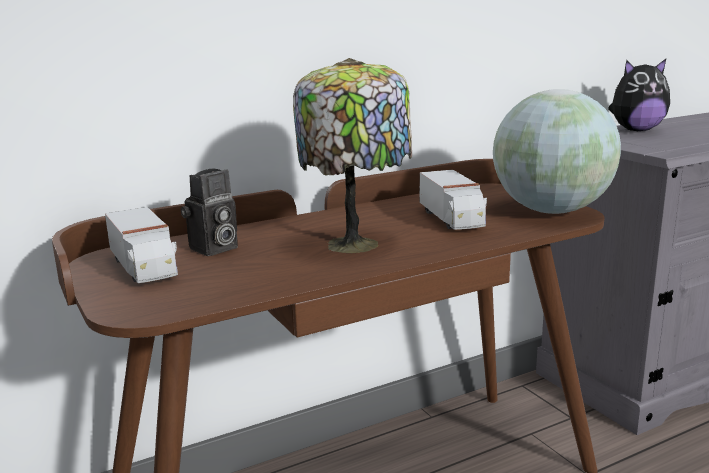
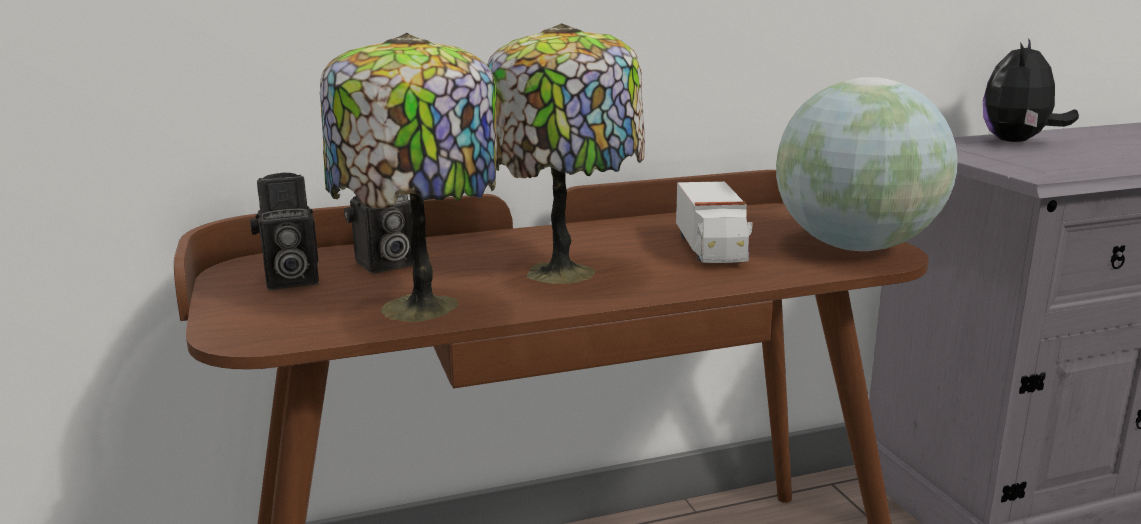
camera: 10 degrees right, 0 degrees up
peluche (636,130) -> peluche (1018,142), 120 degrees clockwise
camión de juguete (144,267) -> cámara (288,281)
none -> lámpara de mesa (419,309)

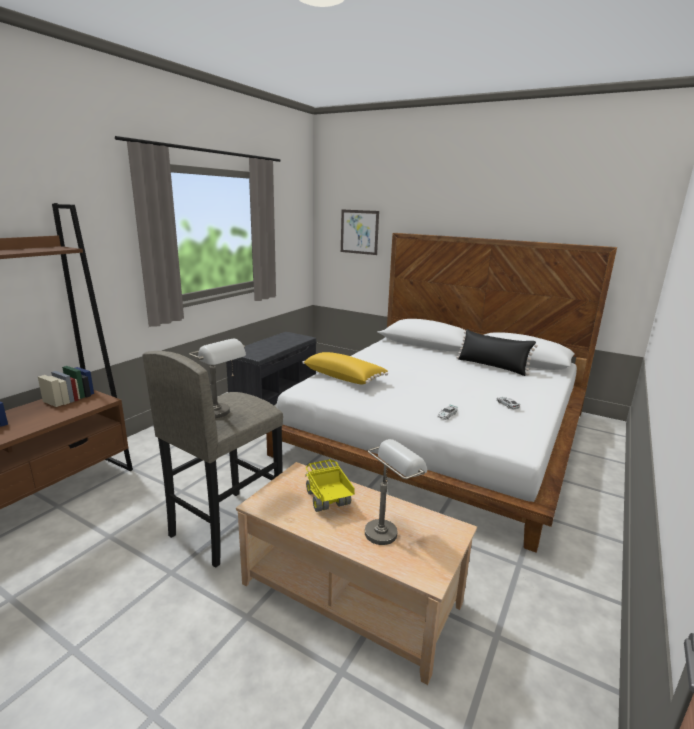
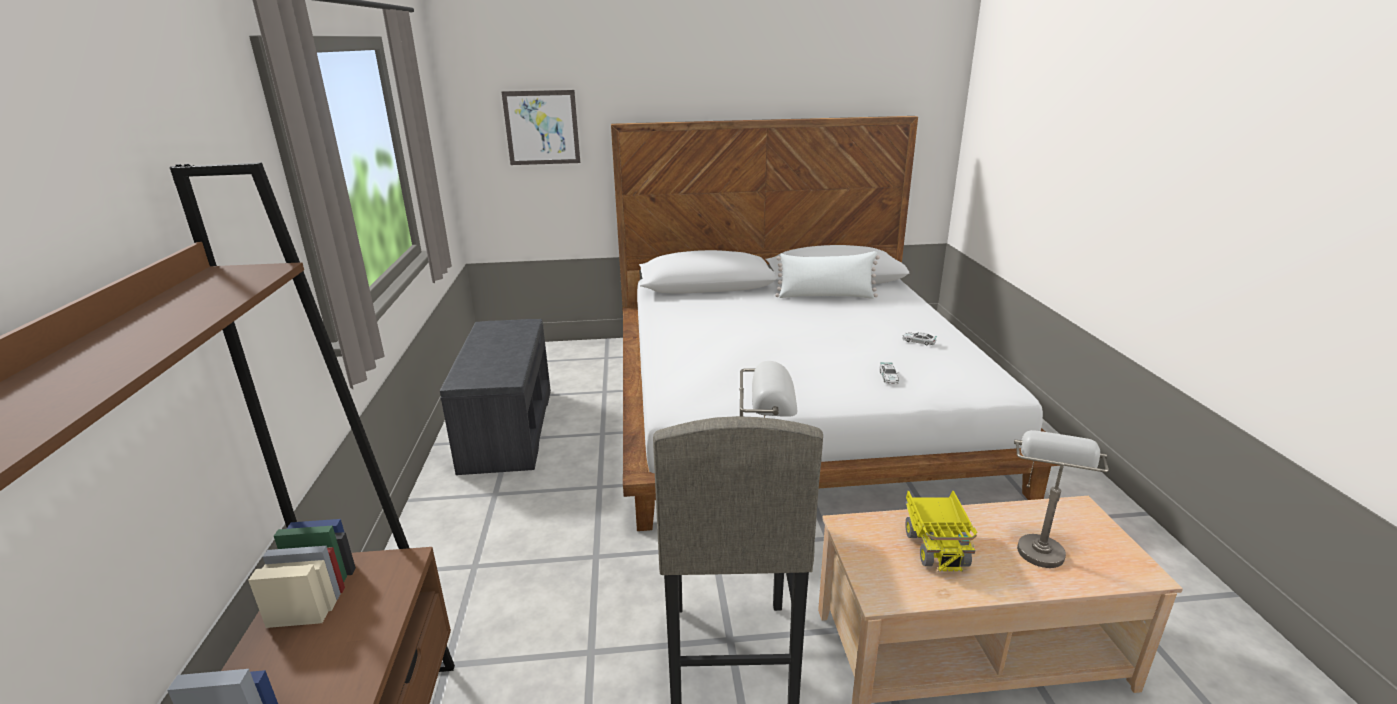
camera: 35 degrees left, 5 degrees up
cojín [negro] (492,366) -> cojín [blanco] (826,296)
cojín [amarillo] (344,377) -> none
camión de juguete (327,500) -> camión de juguete (936,545), 120 degrees counterclockwise

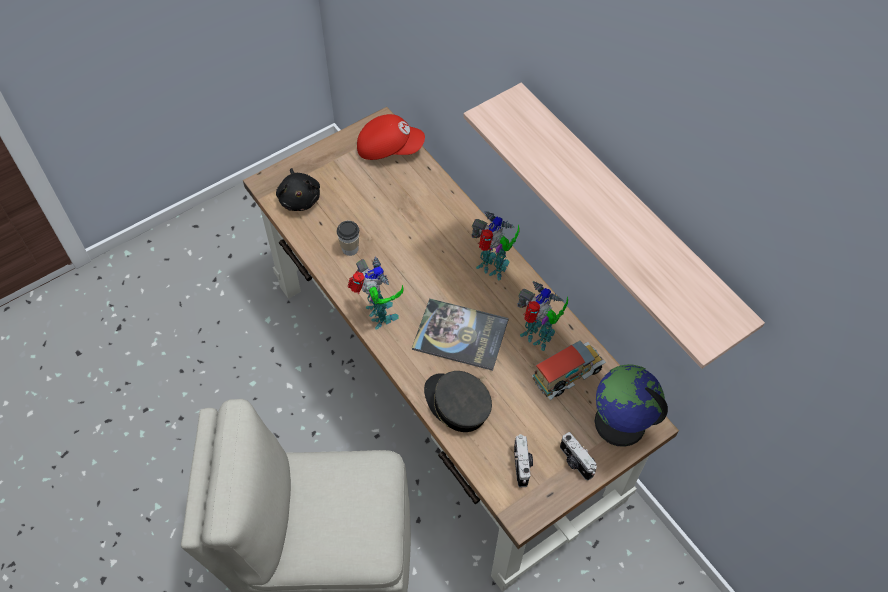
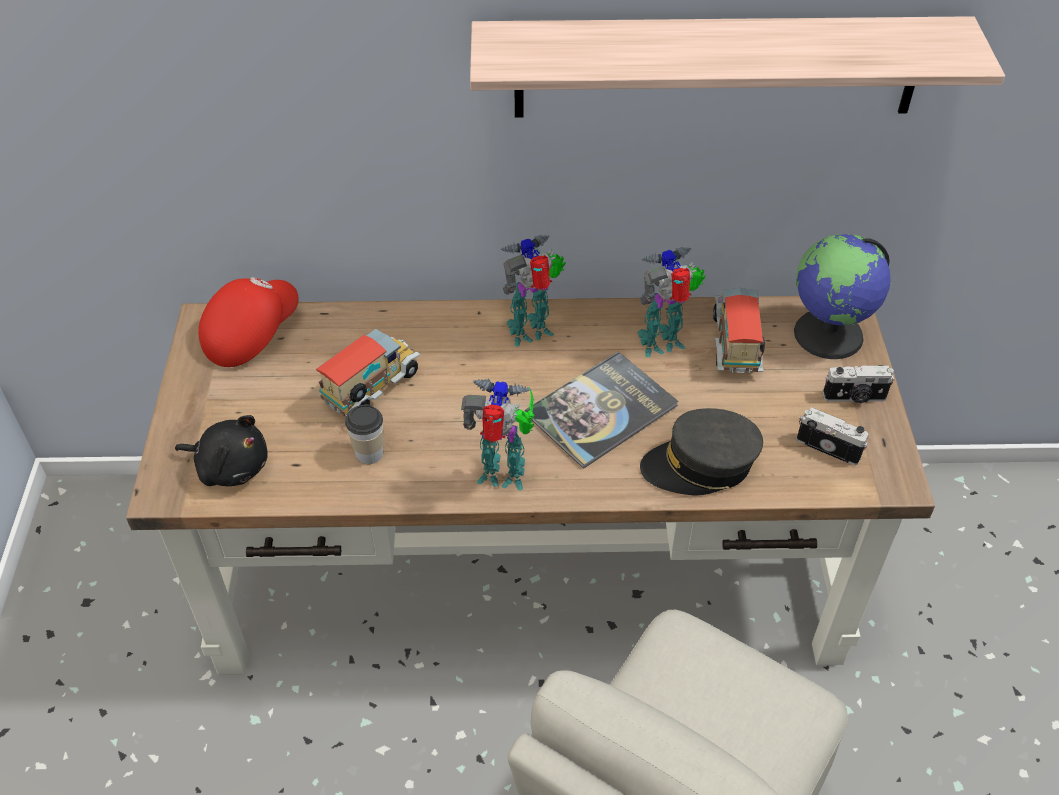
camera: 55 degrees left, 10 degrees down
none -> camión de juguete (372,389)

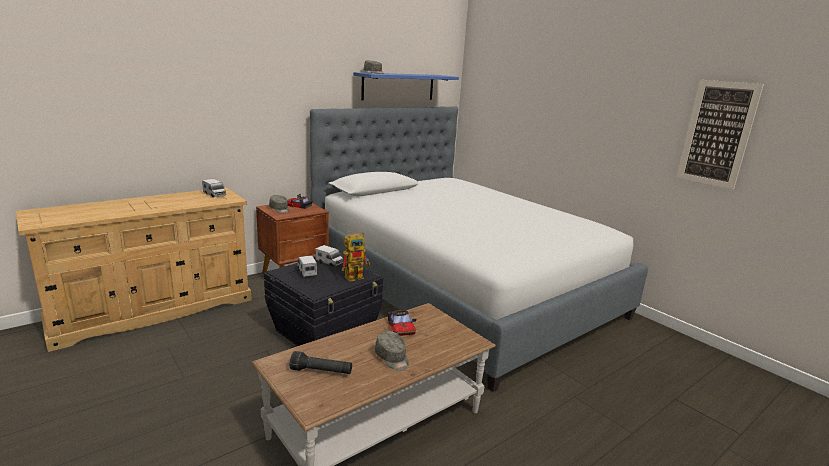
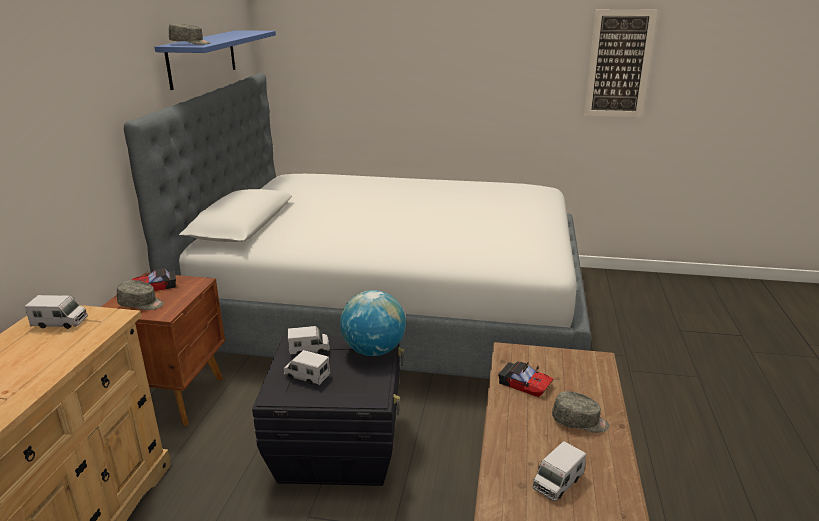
camera: 40 degrees left, 5 degrees up
robot de juguete (357,276) -> globo terráqueo (373,350)
linterna [negro] (321,371) -> camión de juguete (557,482)

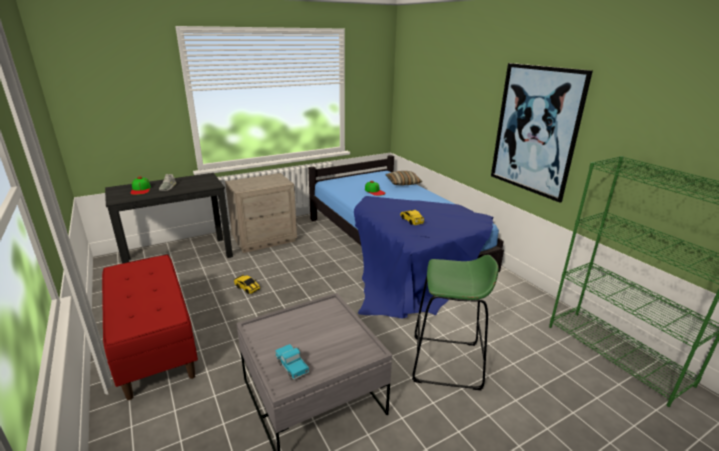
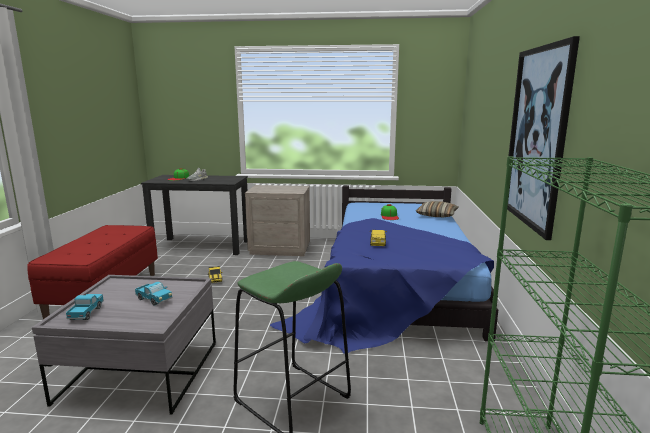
camera: 35 degrees right, 10 degrees down
none -> camión de juguete (154,300)

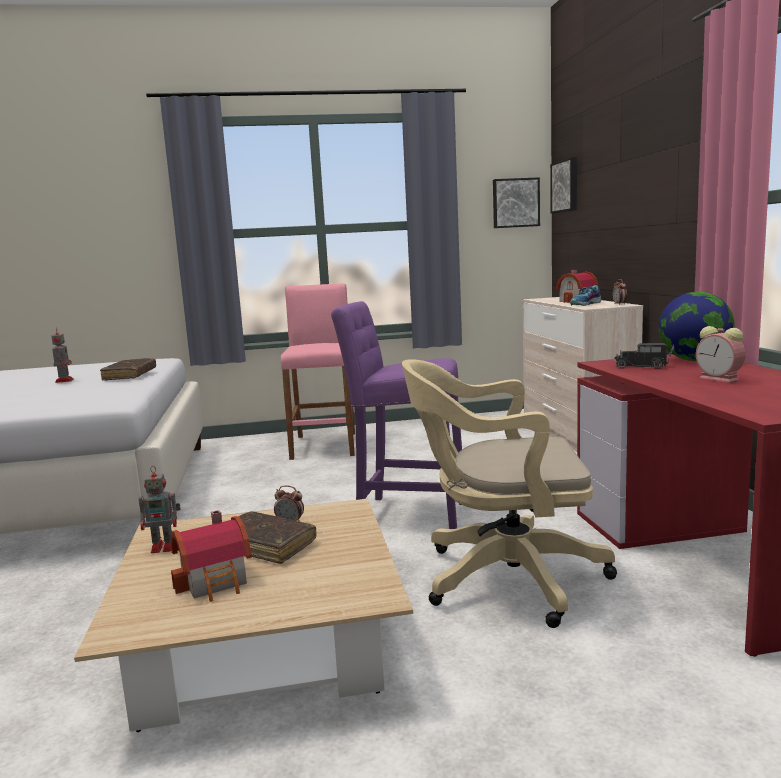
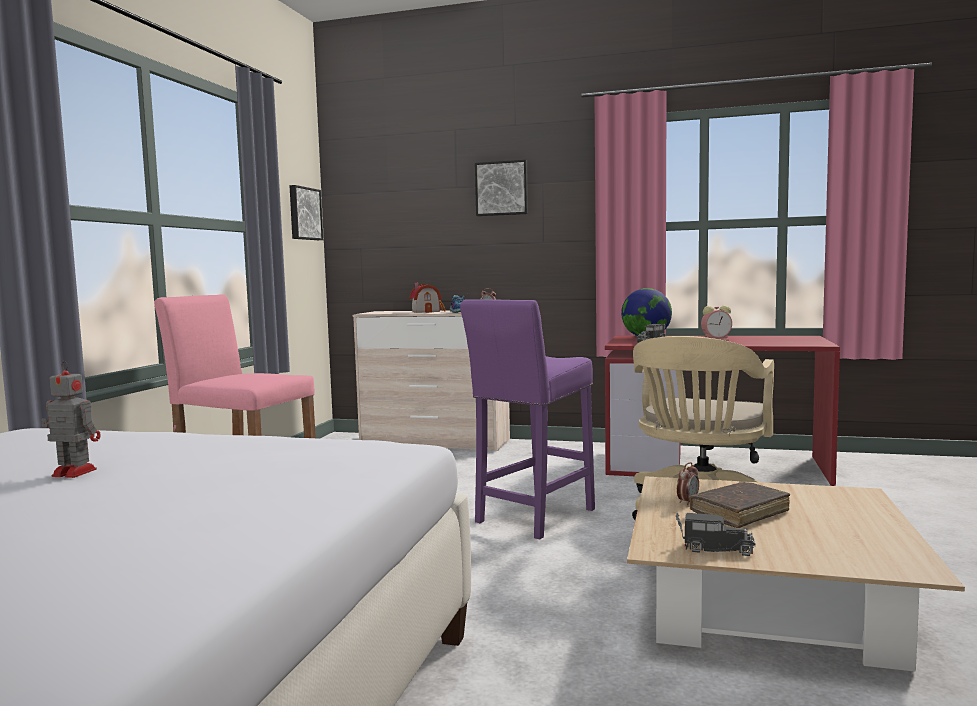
camera: 65 degrees left, 5 degrees down
cuadro (566,186) -> cuadro (502,188), moved
libro [marrón] (130,375) -> none
robot de juguete (165,547) -> camión de juguete (714,548)
casita (217,581) -> none

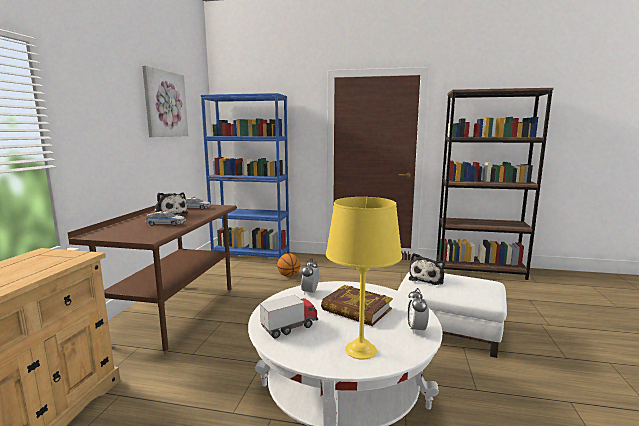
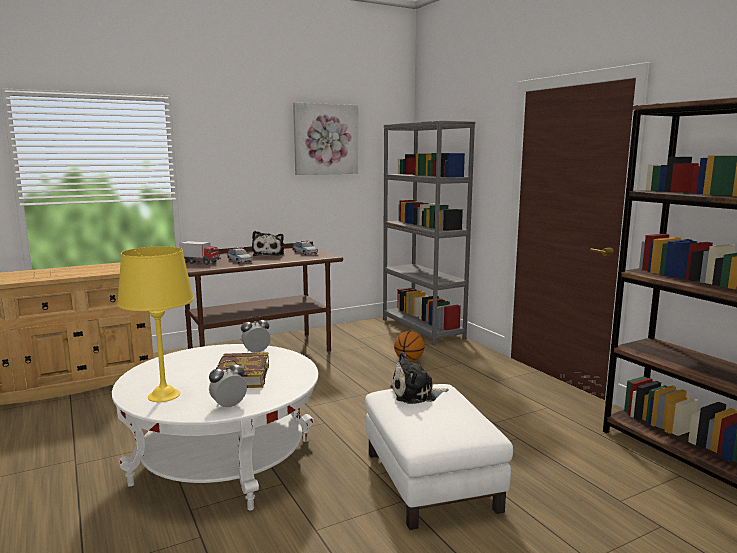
camera: 50 degrees right, 0 degrees up
estantería [azul] (251,255) -> estantería [gris] (422,328)
camión de juguete (289,327) -> camión de juguete (200,262), moved

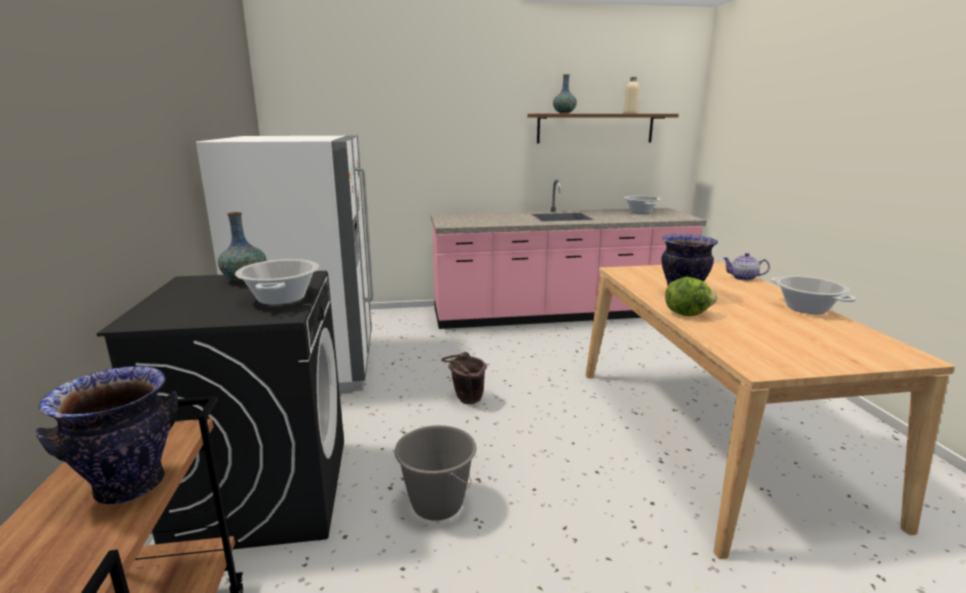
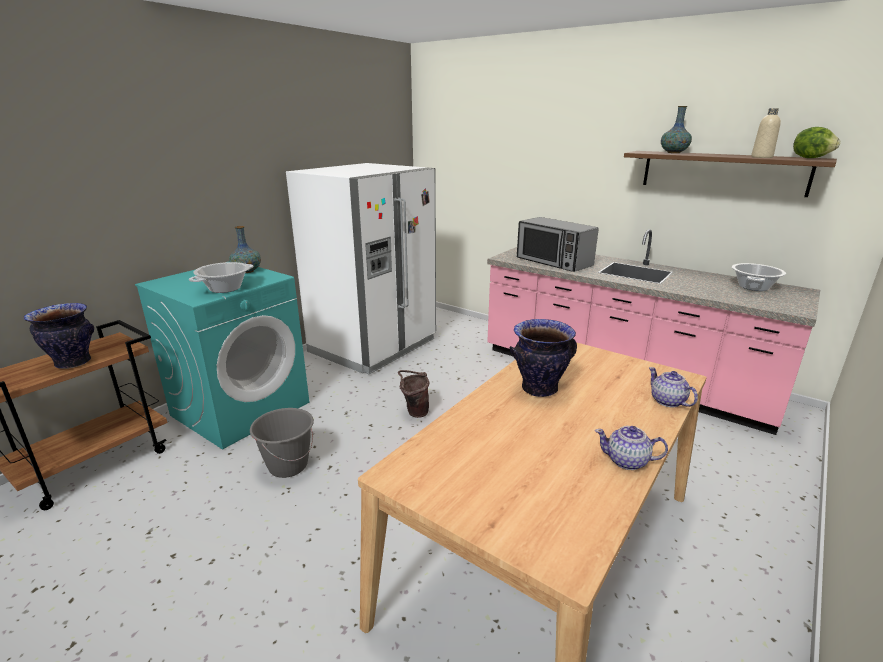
camera: 45 degrees right, 5 degrees up
lavadora [negro] (264,491) -> lavadora [turquesa] (241,408)
olla (806,308) -> tetera (627,461)
lechuga (686,313) -> lechuga (810,158), moved
none -> microondas (553,262)

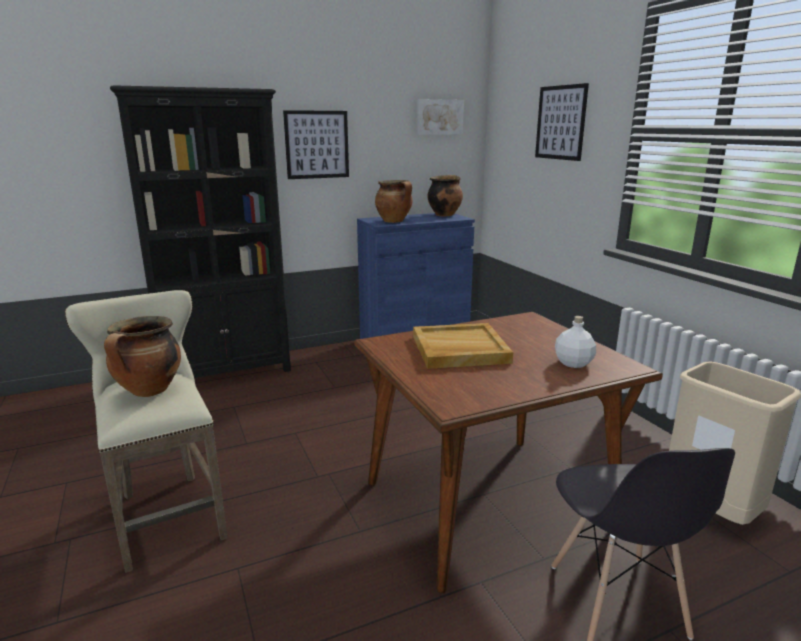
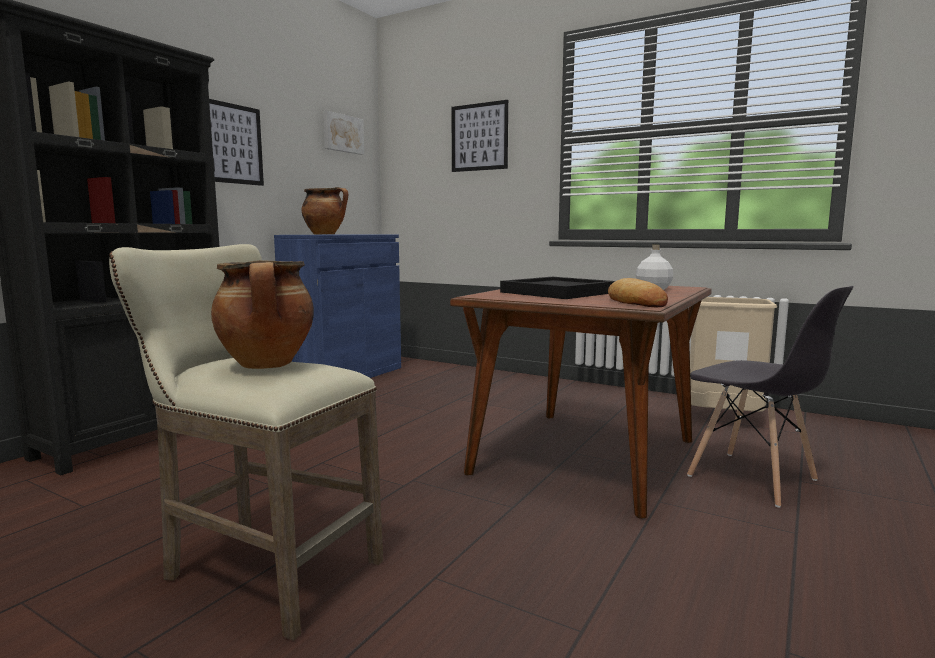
camera: 35 degrees left, 10 degrees down
olla (444,215) -> none
bandeja [beis] (459,349) -> bandeja [negro] (558,292)
none -> pan (635,302)

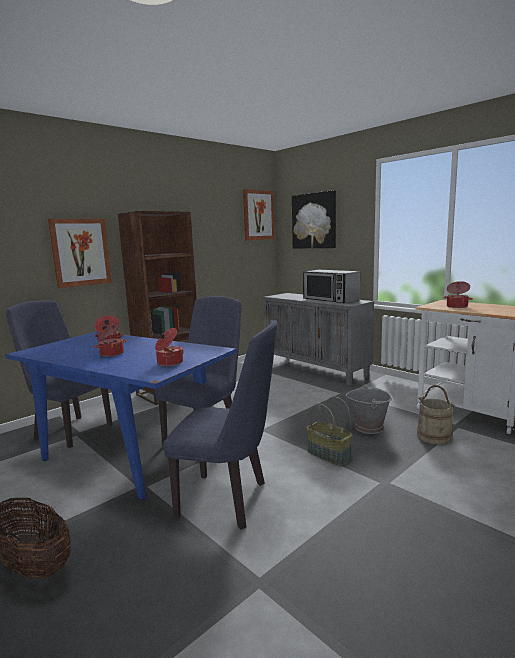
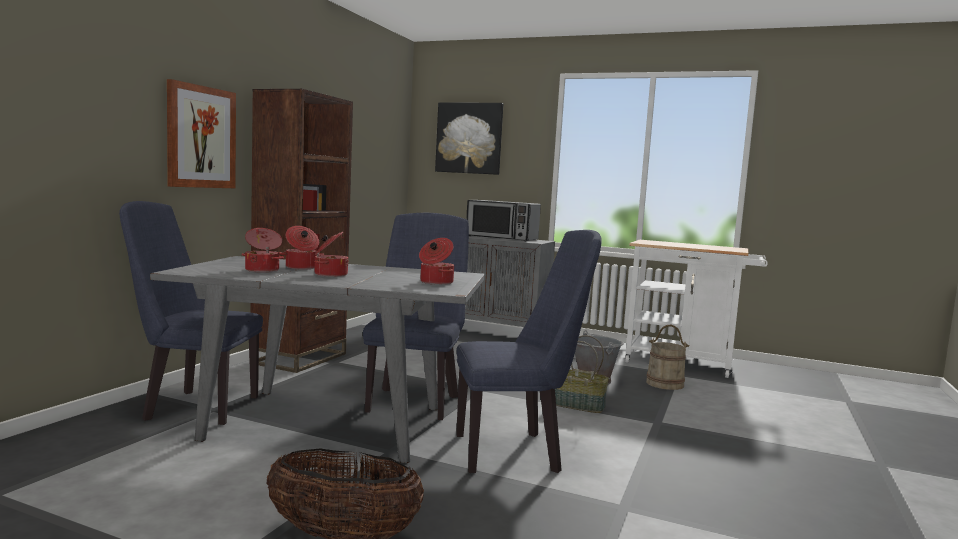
camera: 25 degrees left, 5 degrees down
cuadro (258,215) -> none
olla (457,306) -> olla (262,270), moved
mesa de comedor [azul] (130,453) -> mesa de comedor [gris] (329,423)

